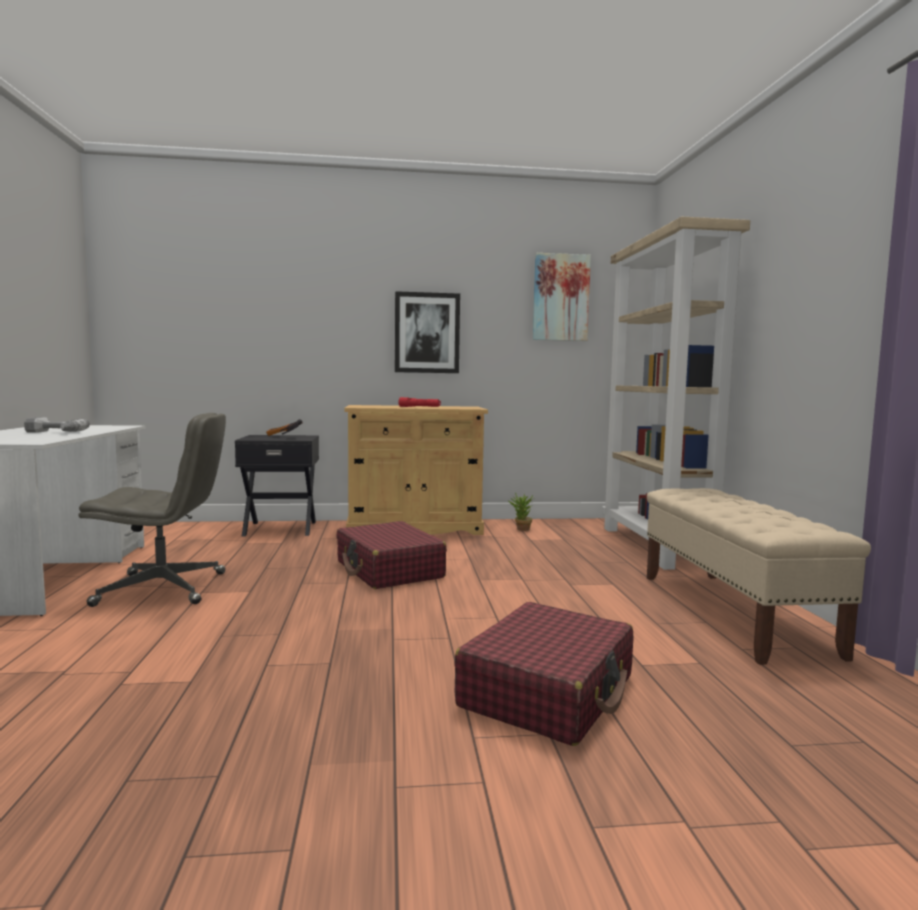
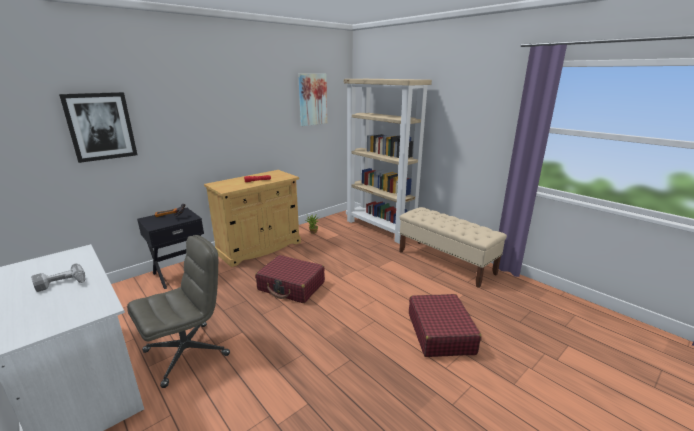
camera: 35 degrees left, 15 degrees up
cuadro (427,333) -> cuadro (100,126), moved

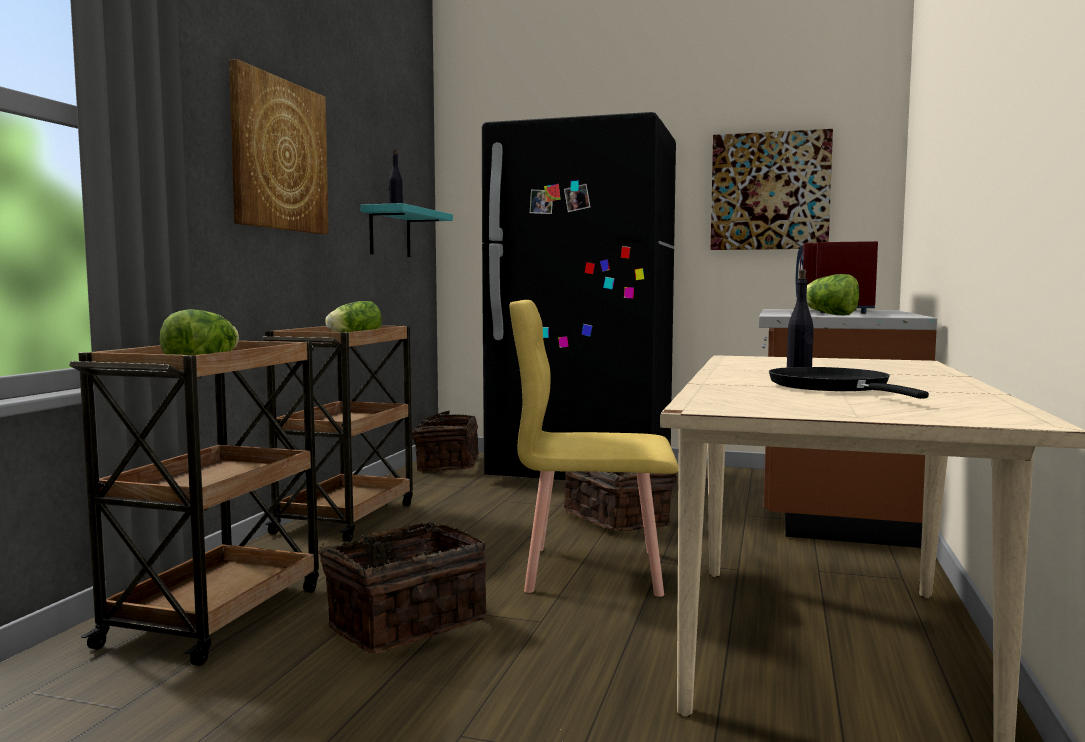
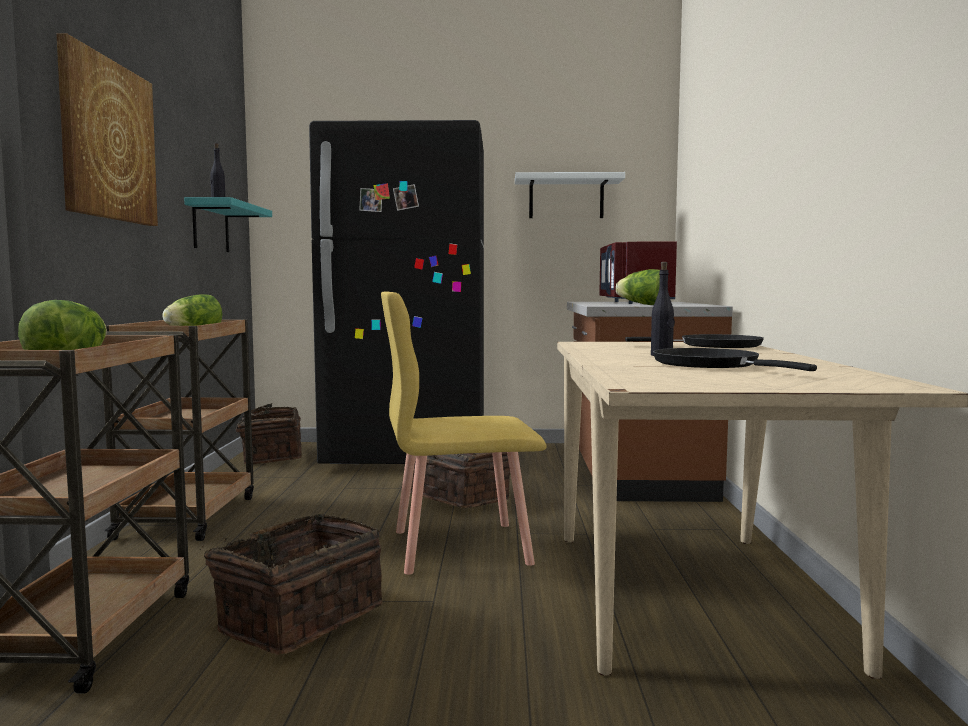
camera: 15 degrees left, 0 degrees up
cuadro (770,191) -> estante [blanco] (566,198)
none -> sartén [negro] (714,346)

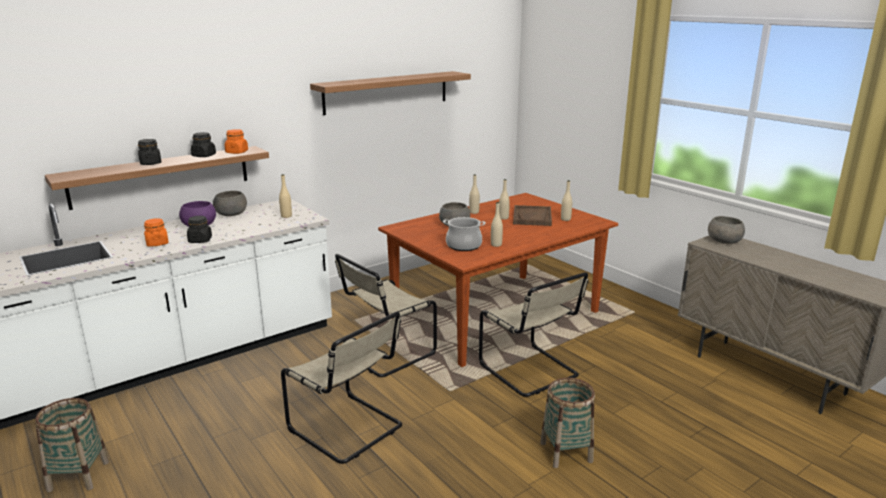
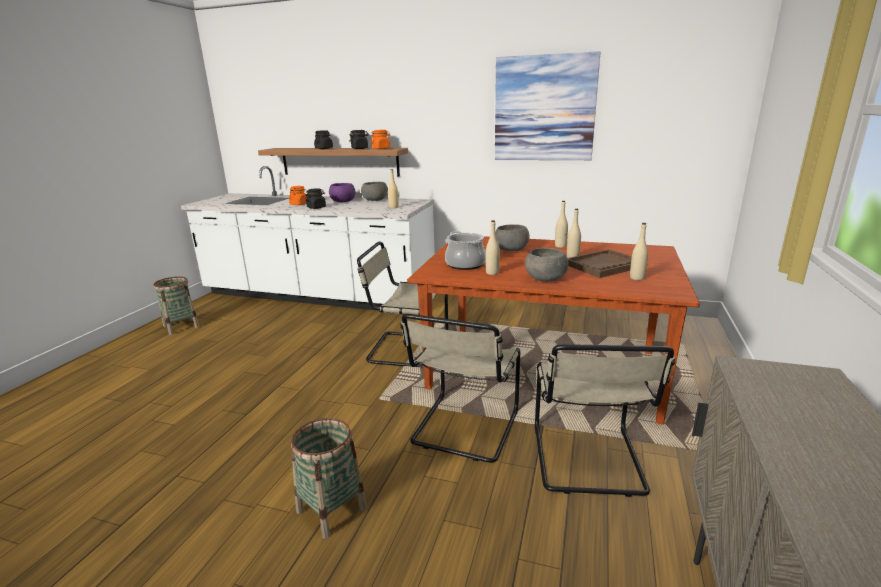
camera: 55 degrees right, 0 degrees up
estante (387,92) -> cuadro (544,109)
cuenco [gris] (724,241) -> cuenco [gris] (546,278), moved
silla [beis] (348,429) -> silla [beis] (588,462), moved

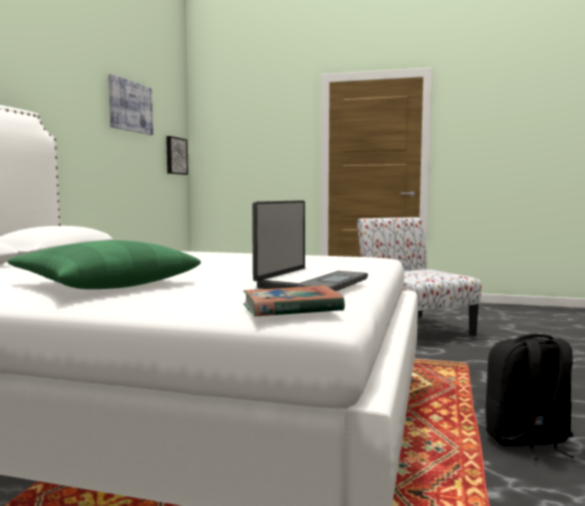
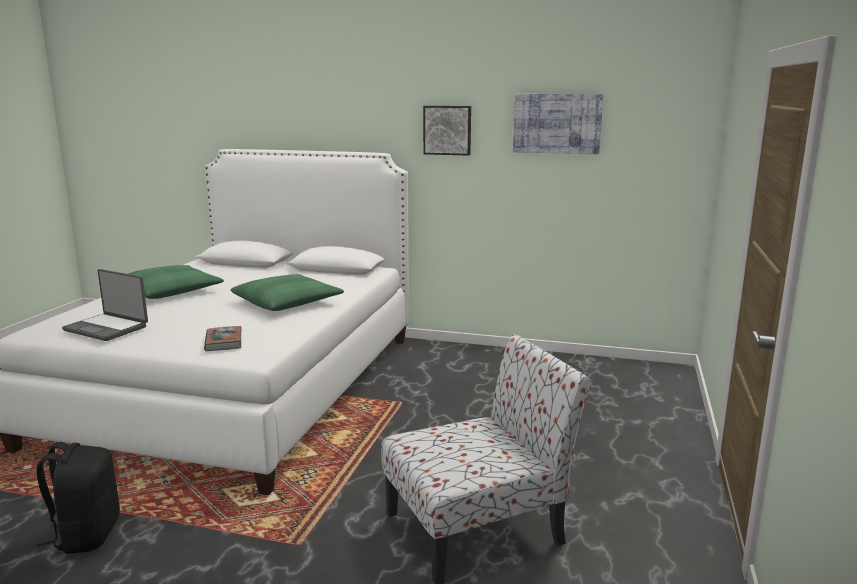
camera: 90 degrees right, 10 degrees up
cuadro (175,156) -> cuadro (447,130), moved
libro (292,308) -> libro (223,342), moved
none -> cojín [verde] (287,303)

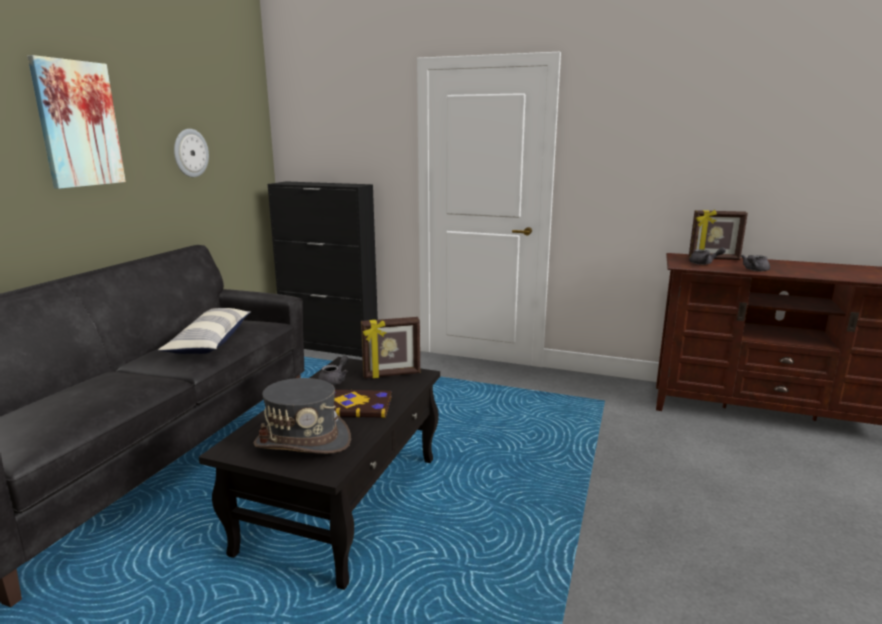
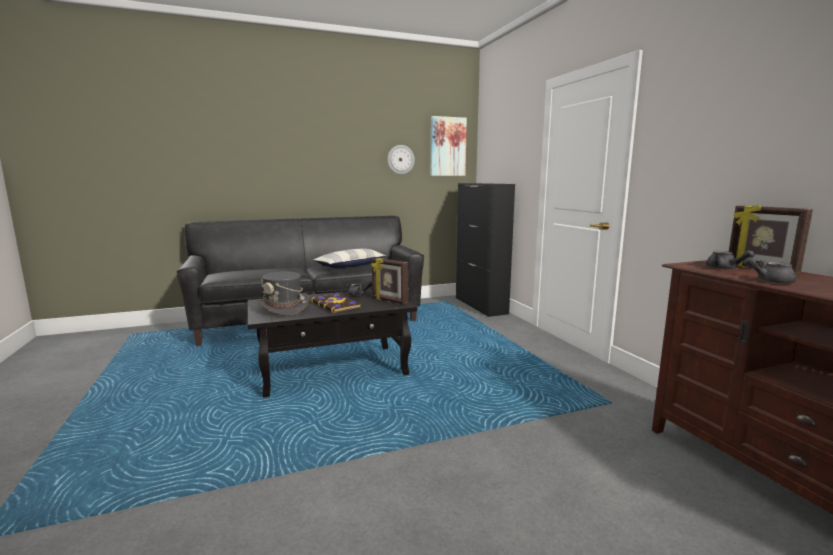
camera: 50 degrees right, 5 degrees down
cuadro (78,124) -> cuadro (447,146), moved

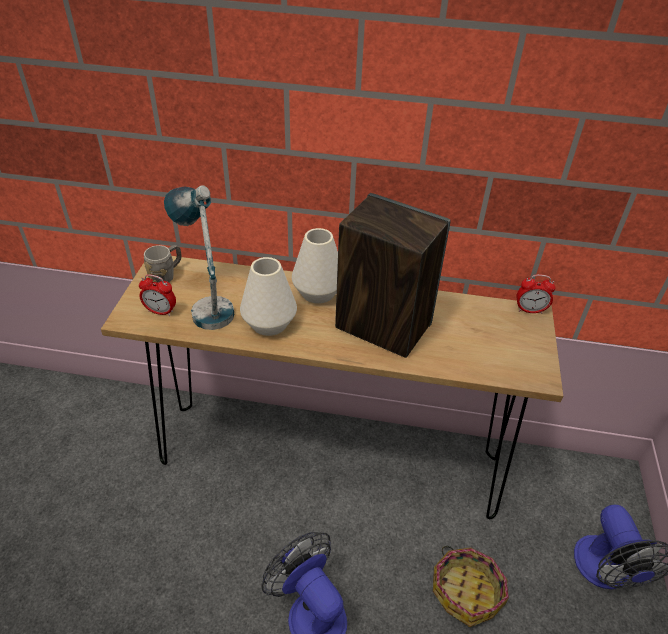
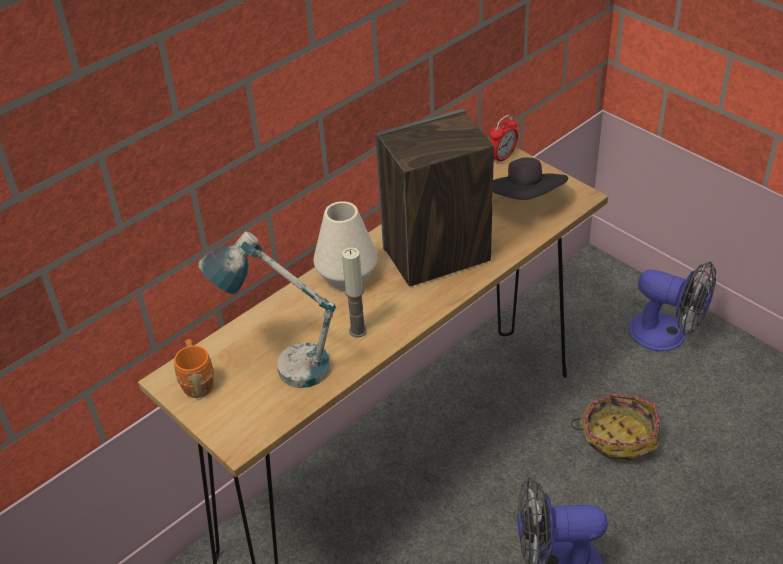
camera: 50 degrees left, 0 degrees up
taza grande [gris] (166,275) -> taza grande [naranja] (197,381)
florero [blanco] (269,323) -> vela (357,331)
despertador (161,311) -> none
none -> sombrero [negro] (524,201)

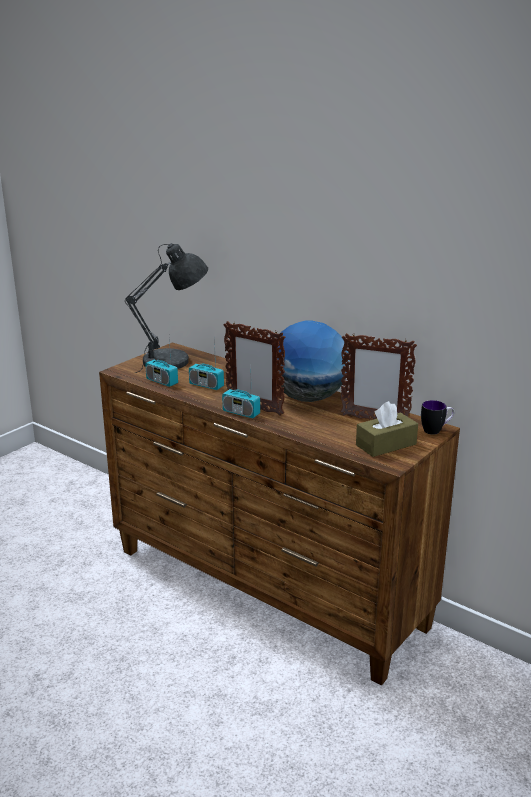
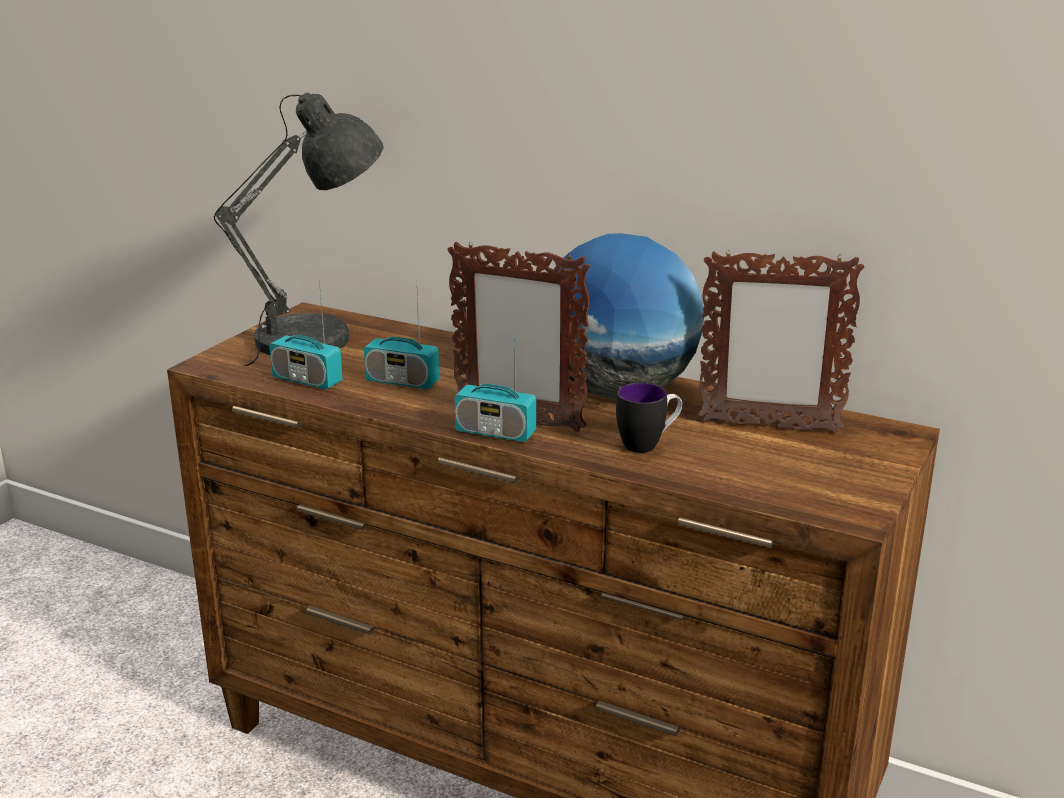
camera: 10 degrees left, 0 degrees up
taza grande (436,430) -> taza grande (648,444), moved
caja de pañuelos [marrón] (386,444) -> none

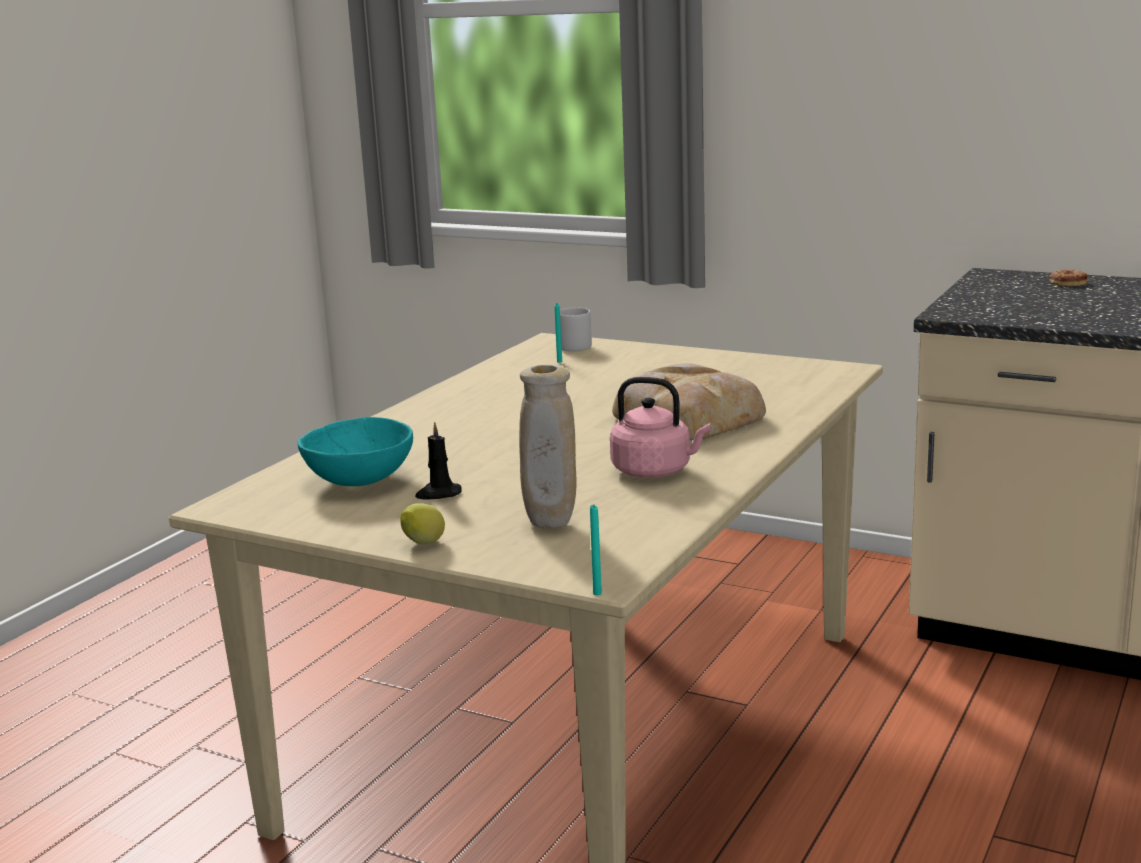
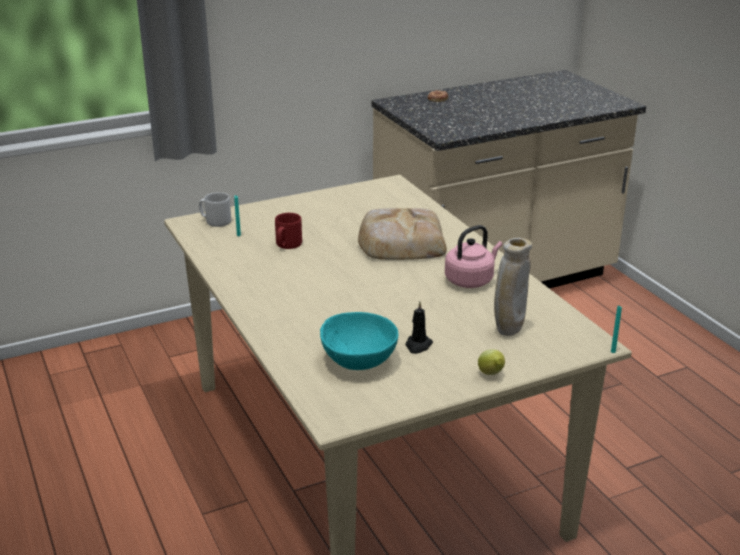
camera: 55 degrees left, 10 degrees up
none -> taza grande [rojo] (287,245)

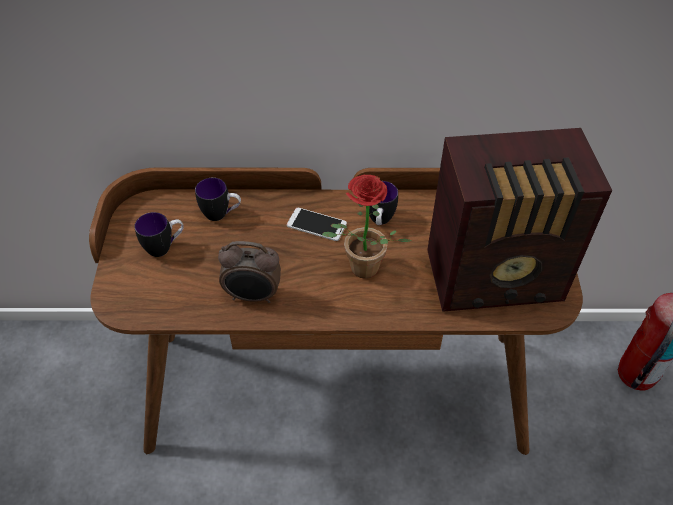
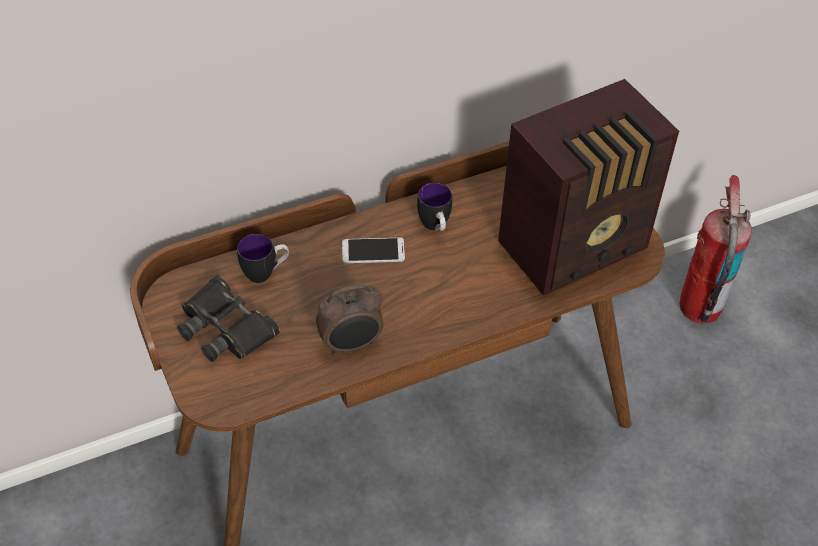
camera: 25 degrees left, 0 degrees up
planta en maceta (360,271) -> none
taza grande (165,247) -> prismáticos [negro] (226,327)

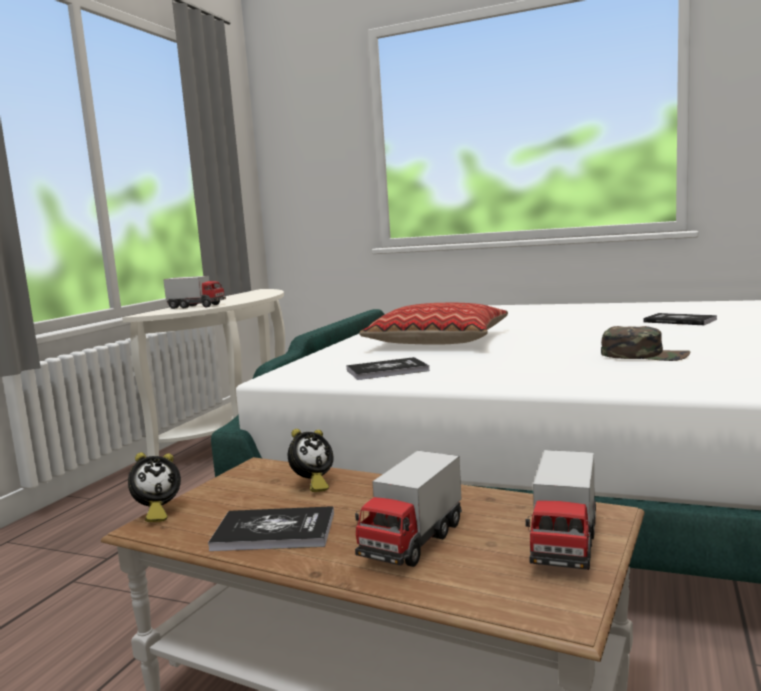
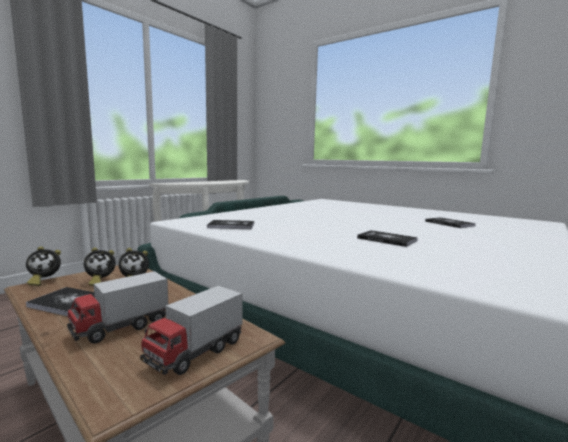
camera: 15 degrees right, 0 degrees up
camión de juguete (196,306) -> none
cojín (438,341) -> none
gorra [verde] (644,355) -> libro (387,239)
none -> despertador (100,281)

